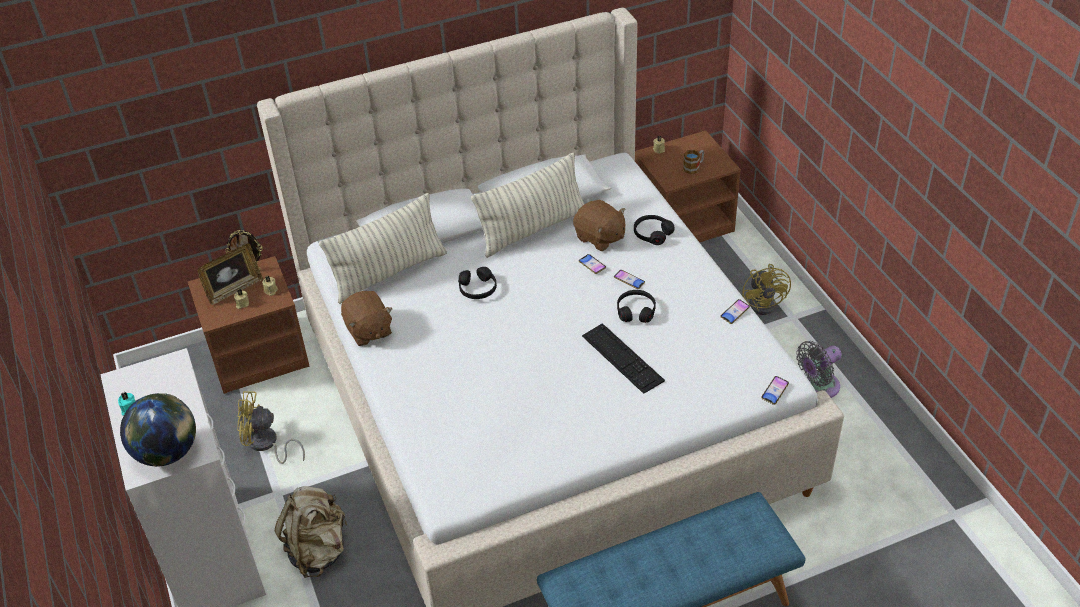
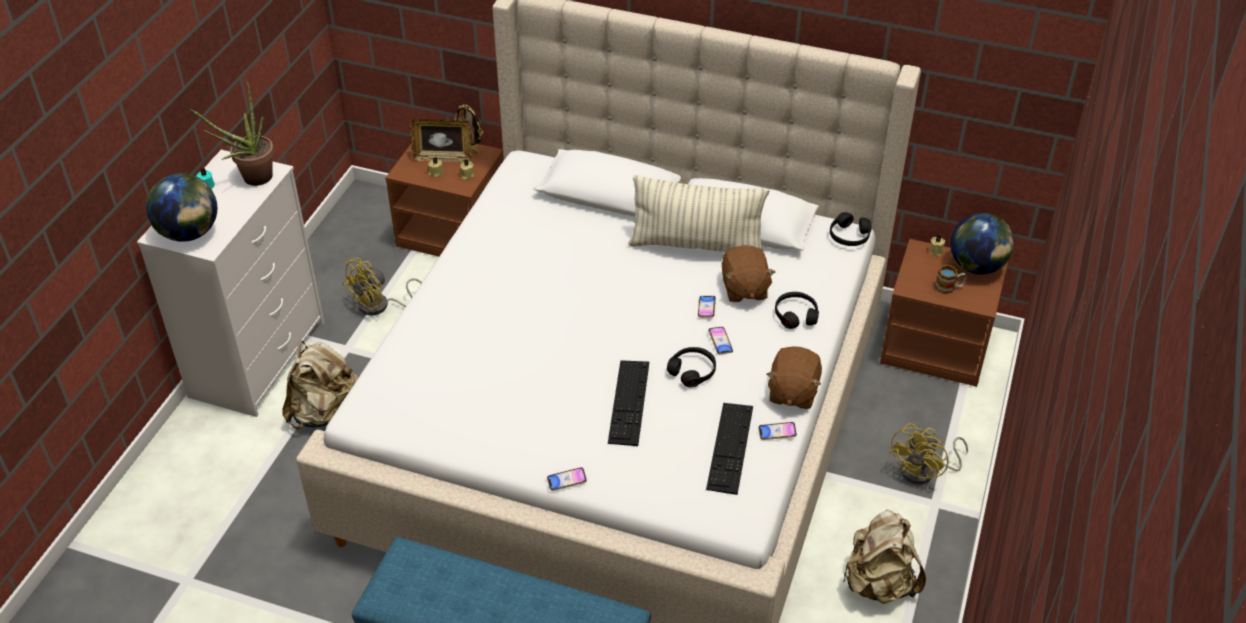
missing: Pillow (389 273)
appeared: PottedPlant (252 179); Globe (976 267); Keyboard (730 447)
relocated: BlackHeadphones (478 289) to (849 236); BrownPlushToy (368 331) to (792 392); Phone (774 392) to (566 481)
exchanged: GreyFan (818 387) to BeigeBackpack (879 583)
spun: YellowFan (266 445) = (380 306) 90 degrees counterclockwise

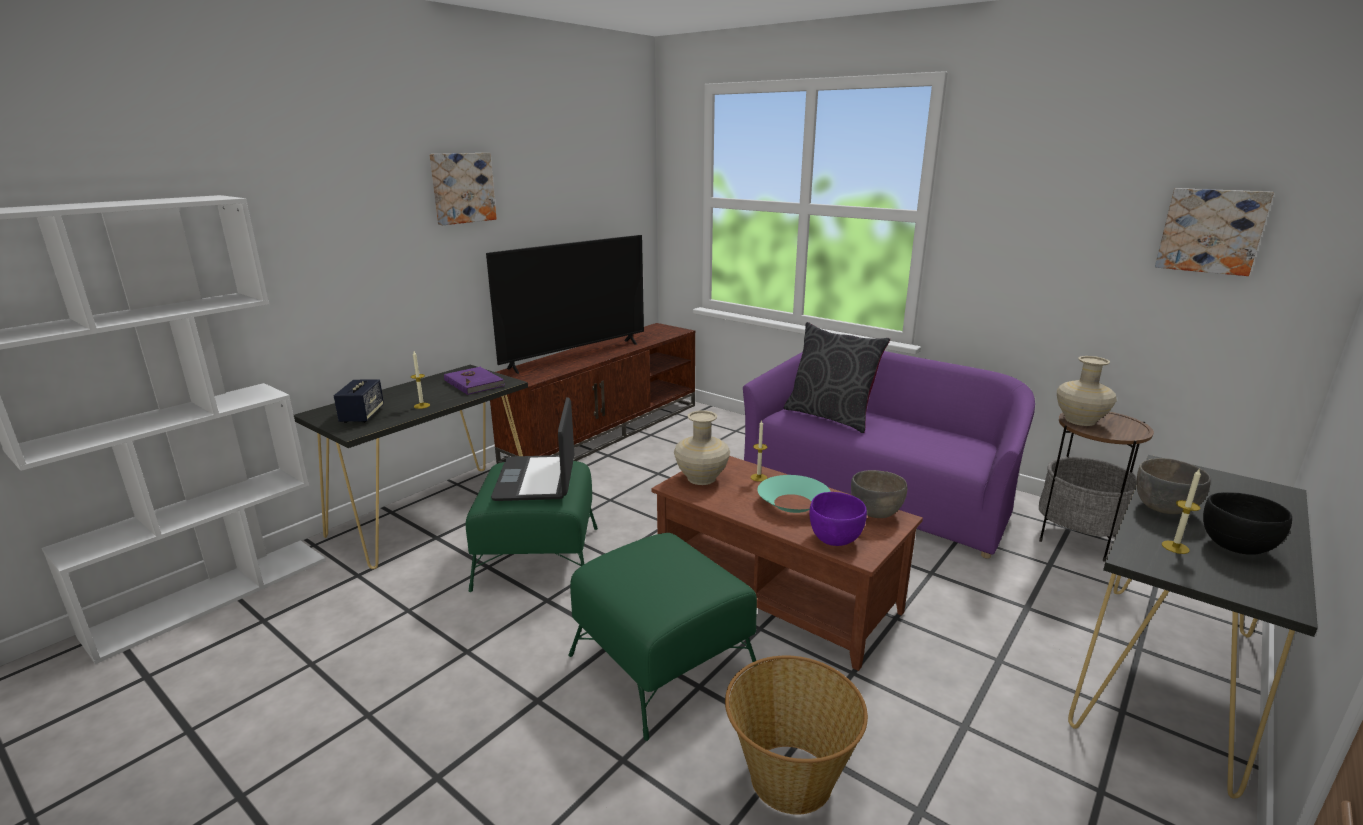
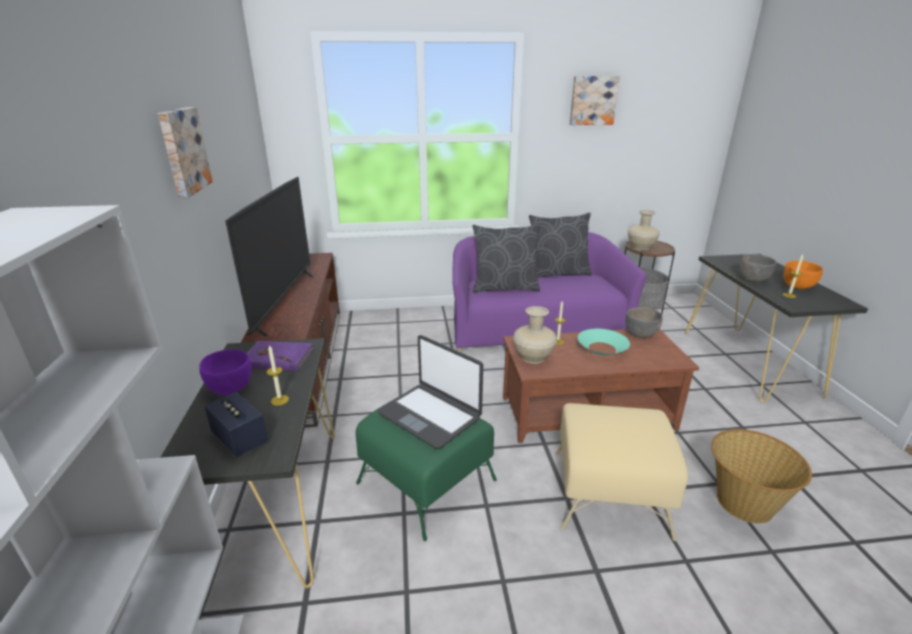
appeared: GreyPillow (557 273)
relocated: Picture (1211 231) to (593 100); PurpleBowl (835 539) to (230 388)
colour: BlackBowl (1236 547) to OrangeBowl (797 287); GreenOttoman (662 662) to BeigeOttoman (608 492)

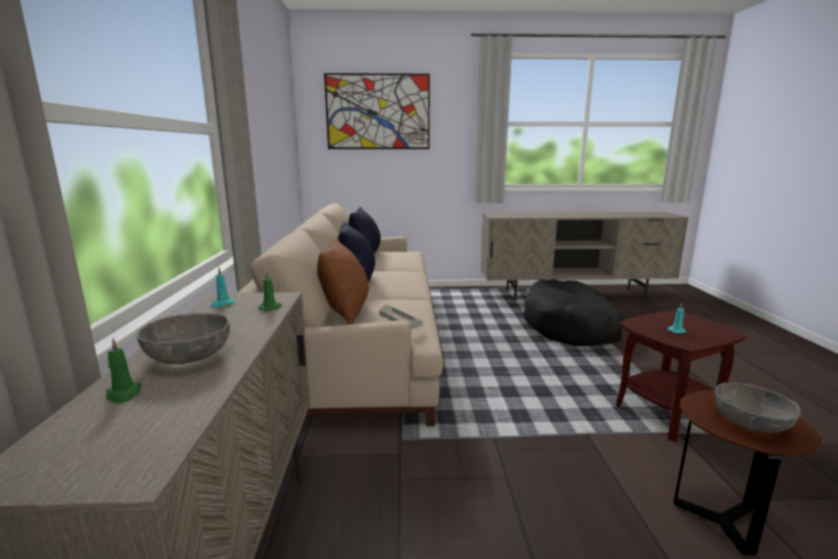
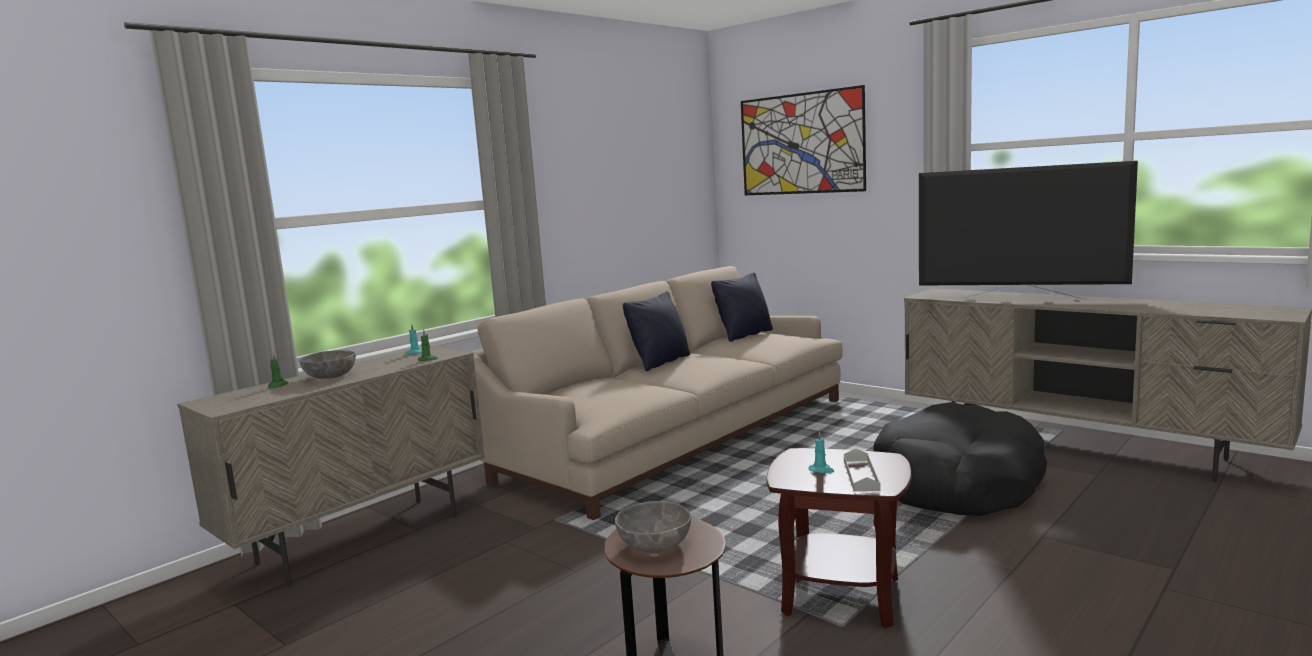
missing: BrownPillow (346 312)
appeared: Television (1020 299)
relocated: GreyTray (400 320) to (861 475)

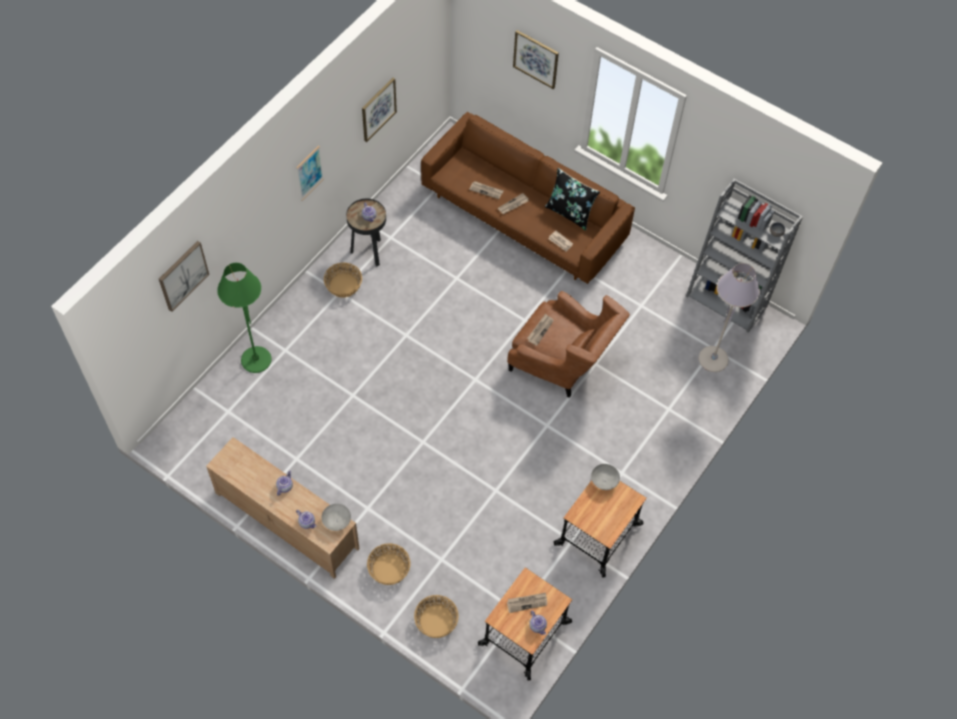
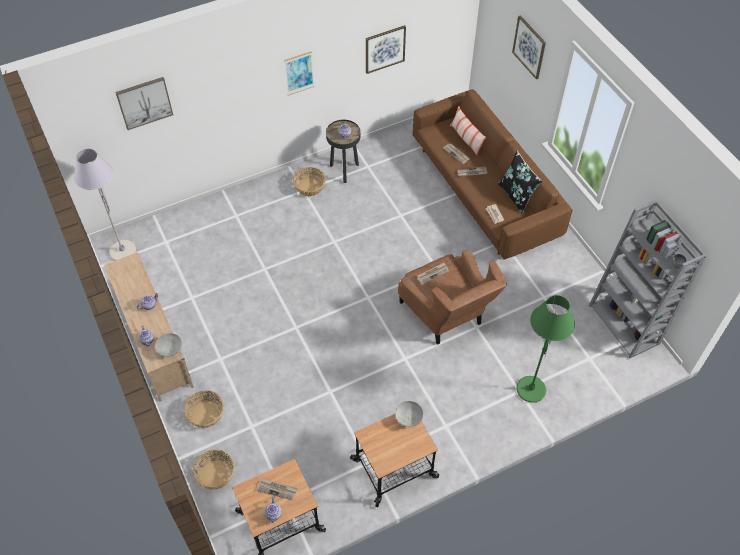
appeared: Pillow (466 139)
relocated: GreenFloorLamp (256 360) to (530 389); GreyFloorLamp (713 359) to (122 251)

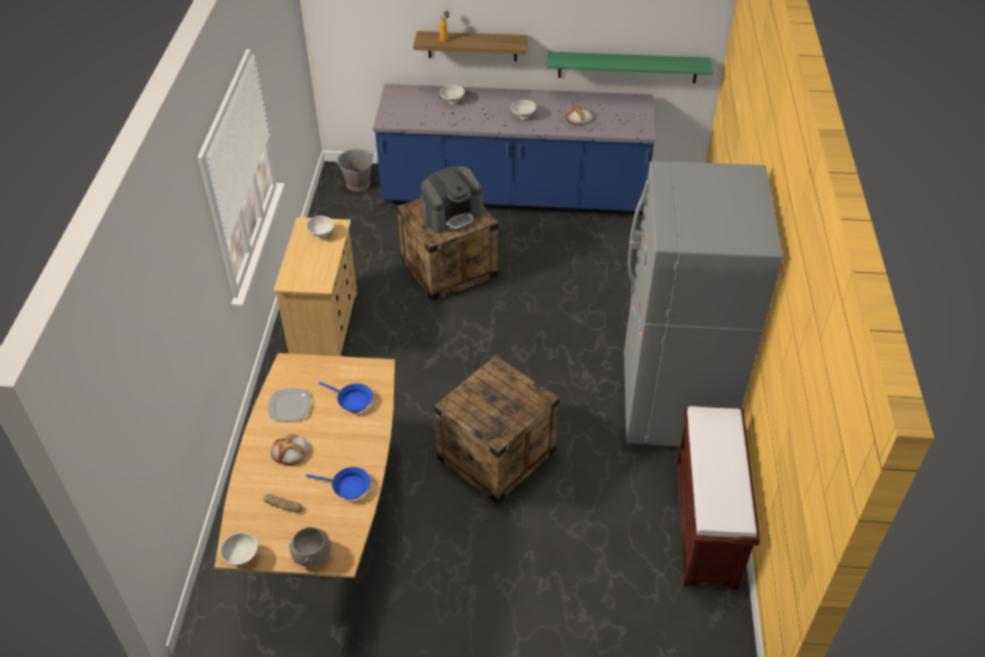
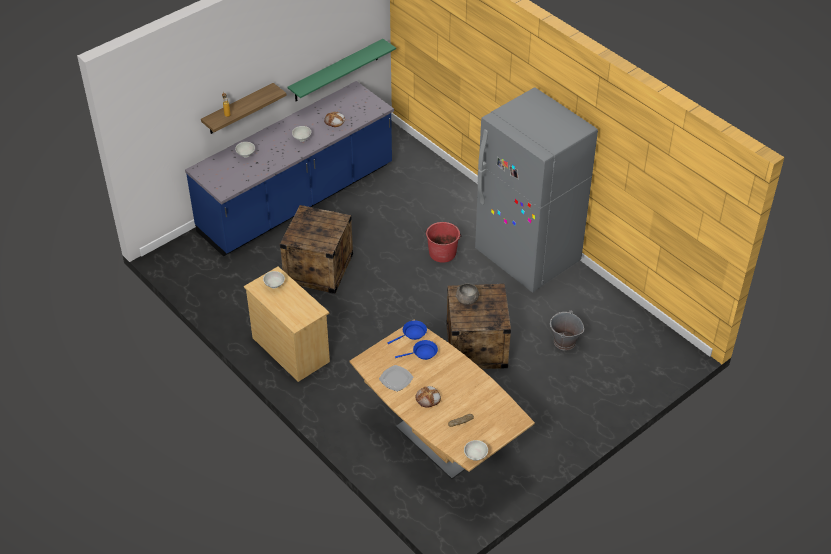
missing: CoffeeMachine (452 215); BrownBench (706 526)
appeared: RedBucket (442 253)
relocated: GreyBucket (357 184) to (564 342); BlueFryingPan (348 487) to (412 334); GreyBowl (312 554) to (467 300)

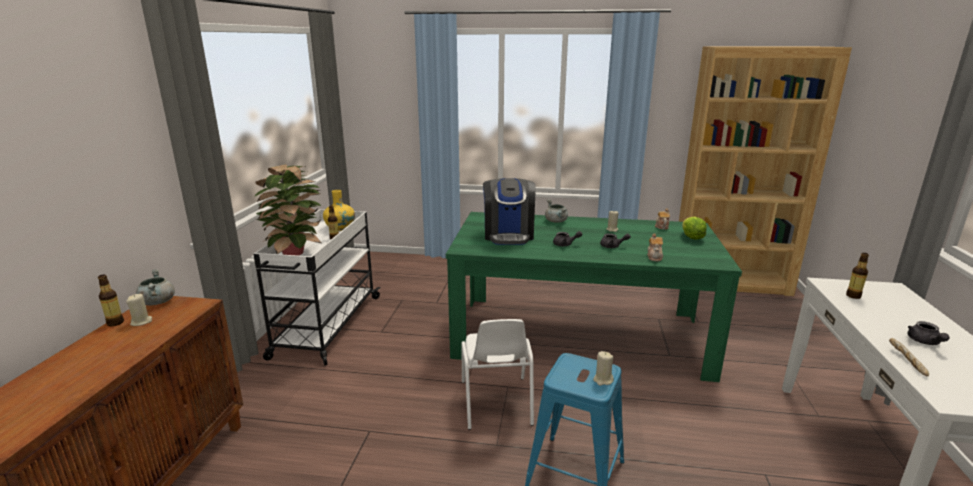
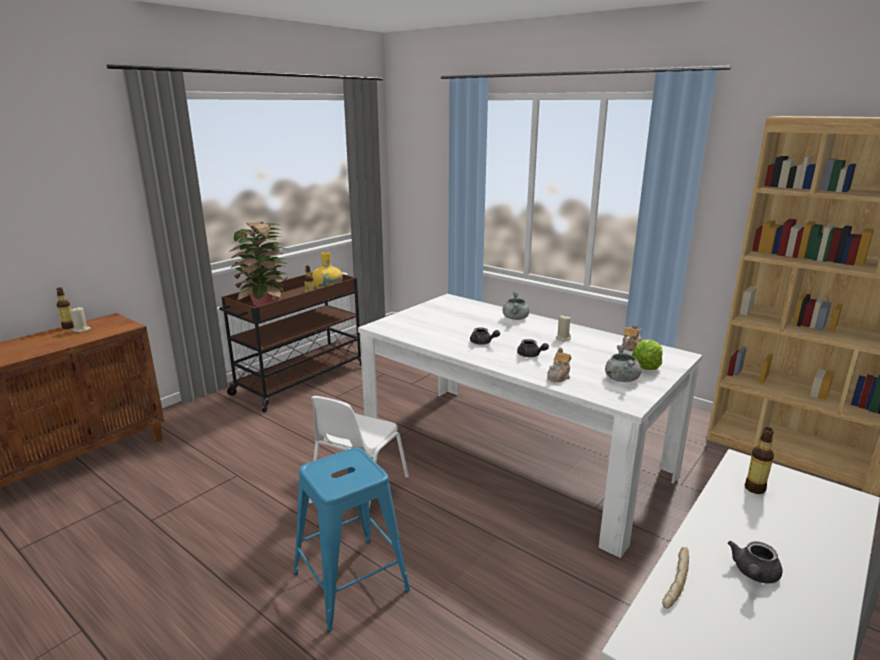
missing: CoffeeMachine (508 235); BeigeCandle (602 380)
relocated: GreyCookingPot (157 302) to (621 379)
colour: WhiteCart (327 326) to BrownCart (300 380); GreenDiningTable (579 335) to WhiteDiningTable (514 455)

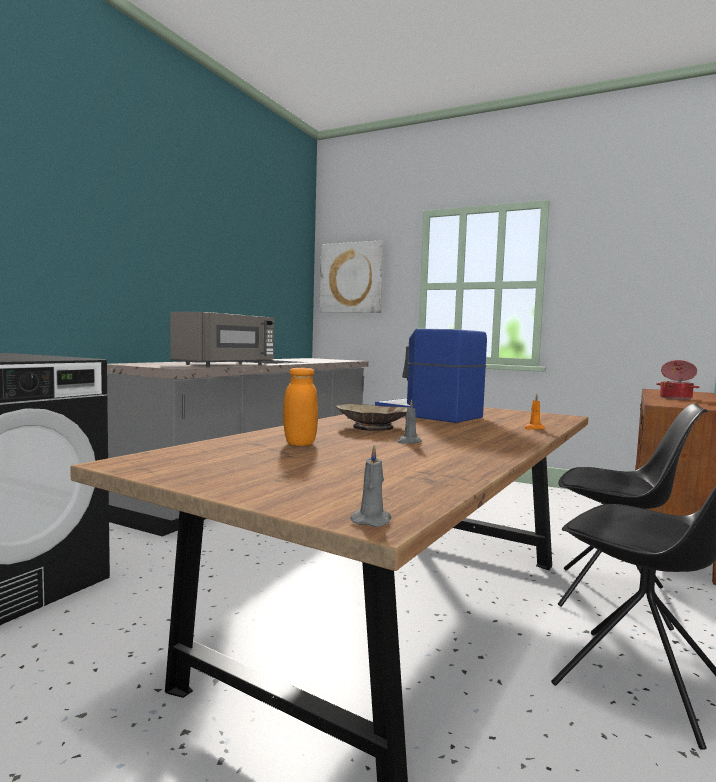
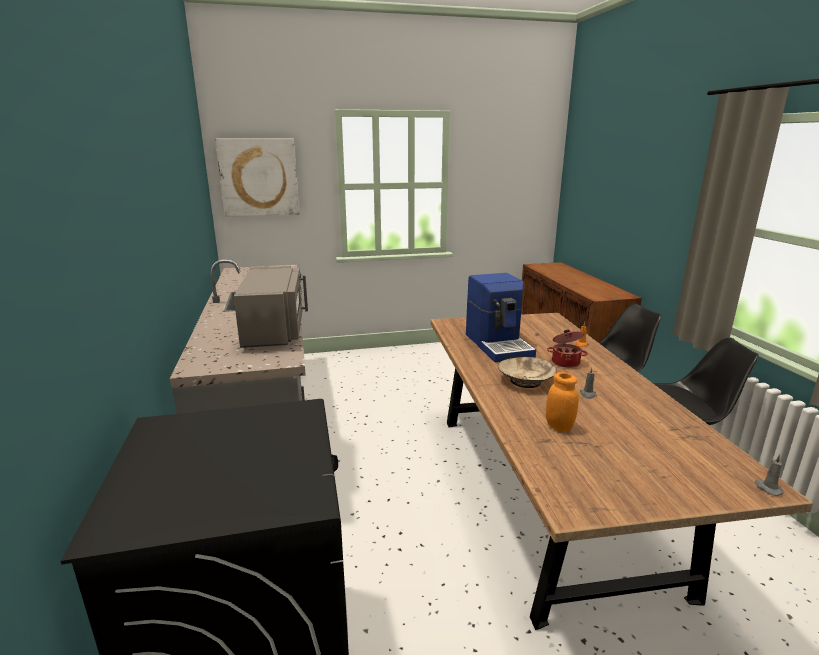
relocated: CookingPot (676 398) to (565 362)
spun: CoffeeMachine (428 415) = (499 345) 105 degrees counterclockwise

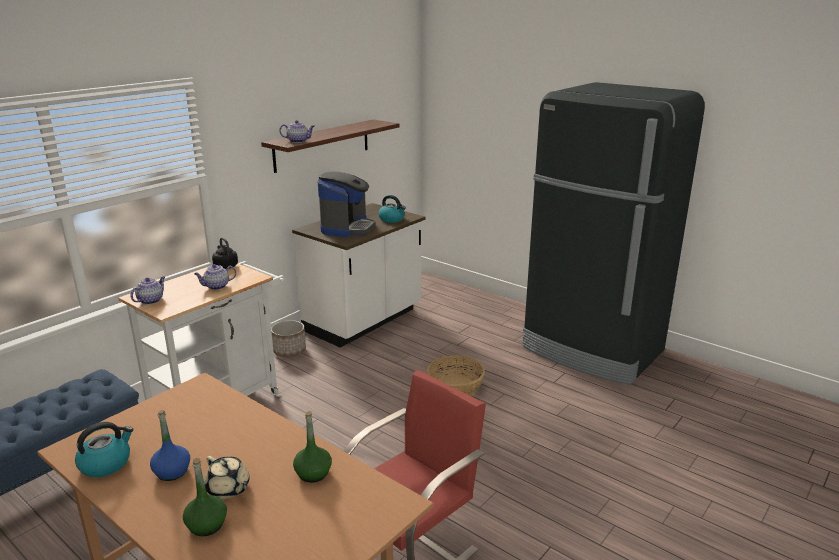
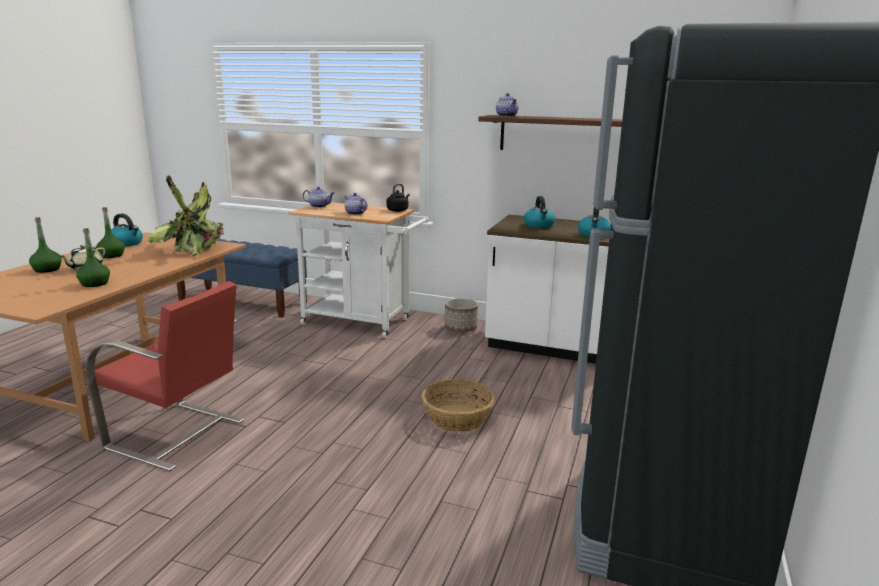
appeared: PottedPlant (192 249)
exchanged: CoffeeMachine (347 228) to Kettle (539 225)
colour: BlueBottle (172 472) to GreenBottle (112 255)

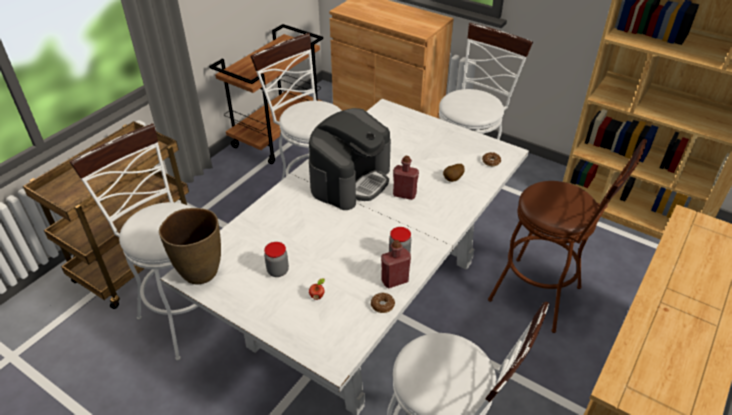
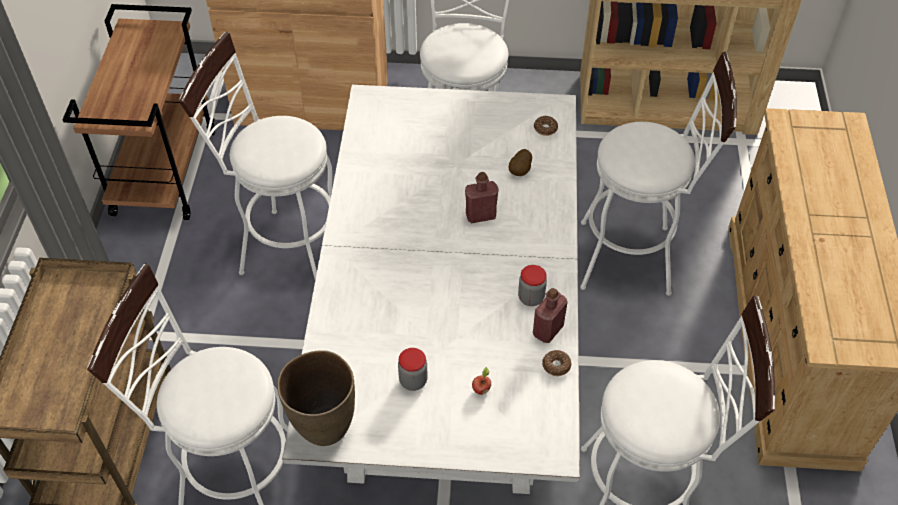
missing: CoffeeMachine (350 180)
colour: BrownStool (543 297) to WhiteStool (635 257)

